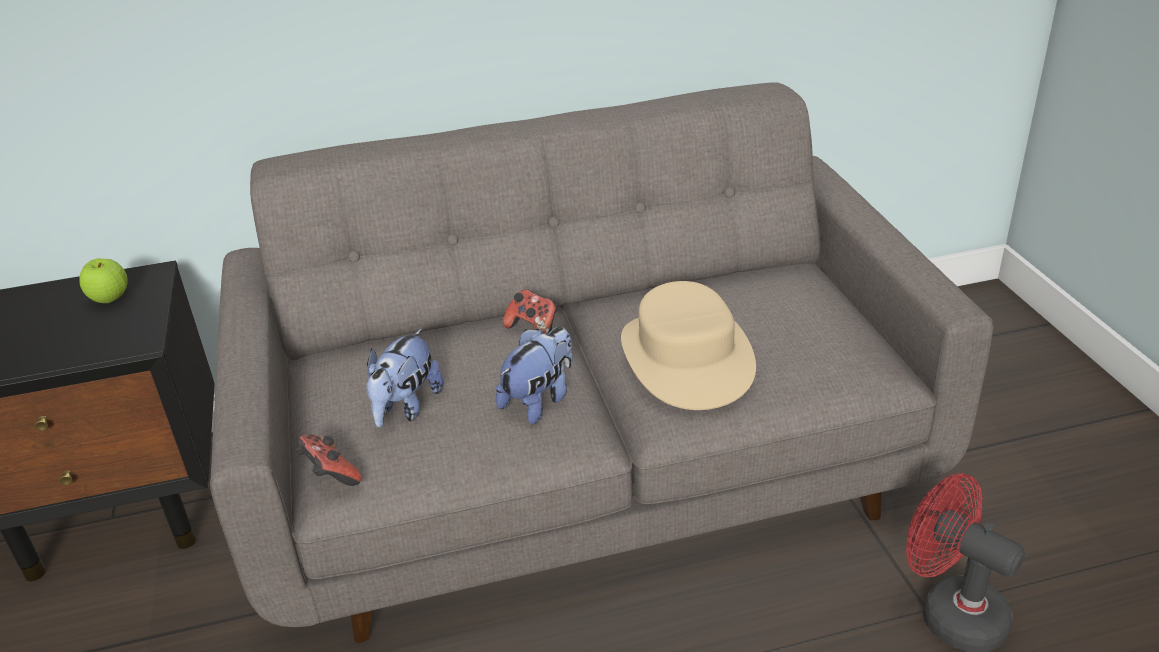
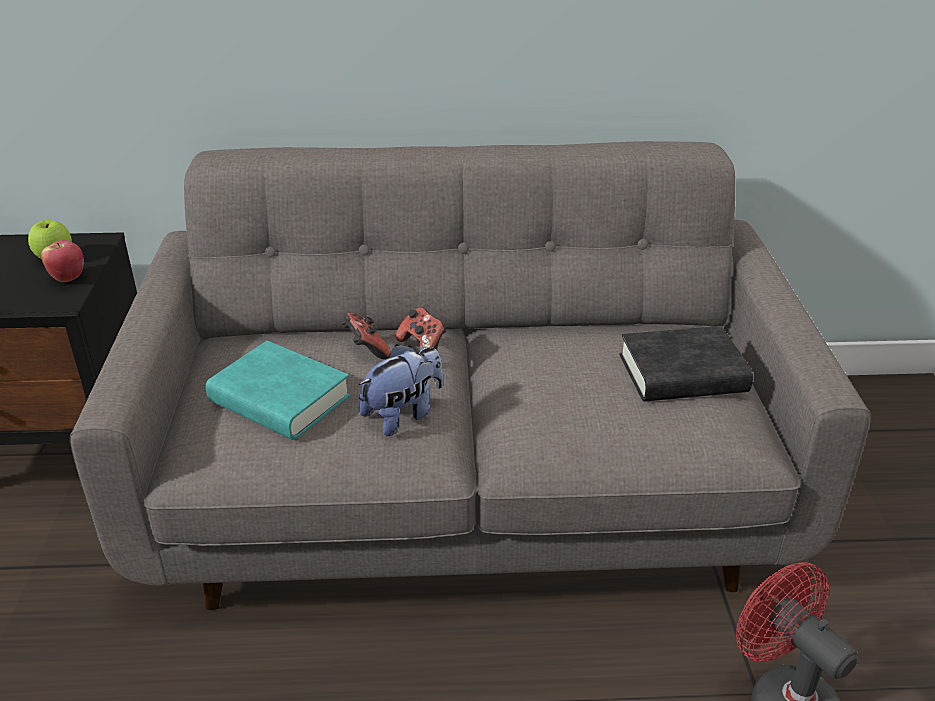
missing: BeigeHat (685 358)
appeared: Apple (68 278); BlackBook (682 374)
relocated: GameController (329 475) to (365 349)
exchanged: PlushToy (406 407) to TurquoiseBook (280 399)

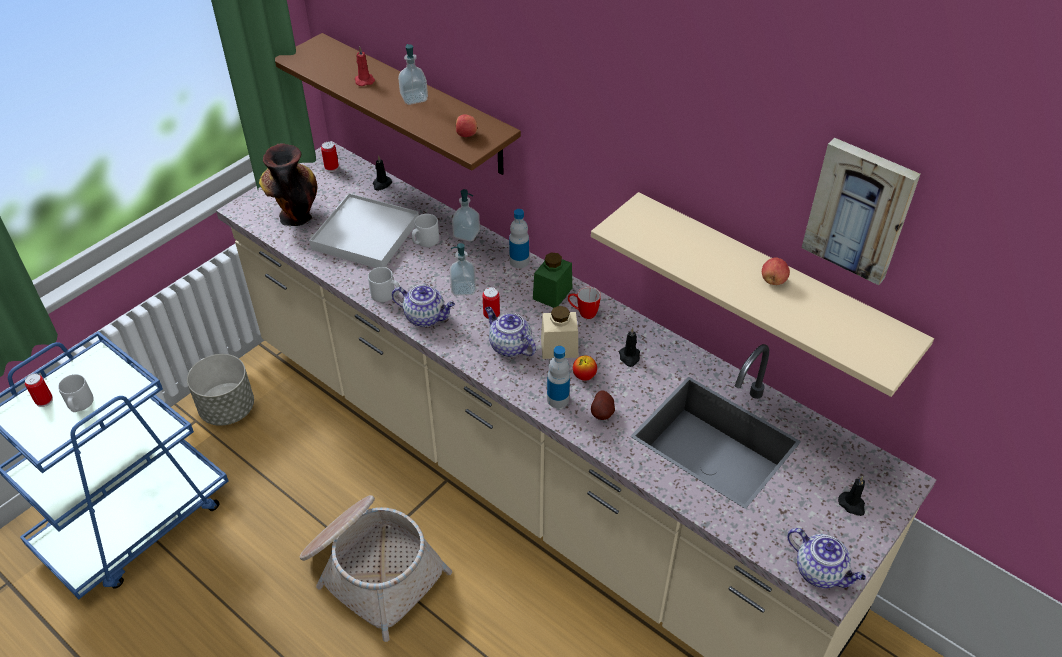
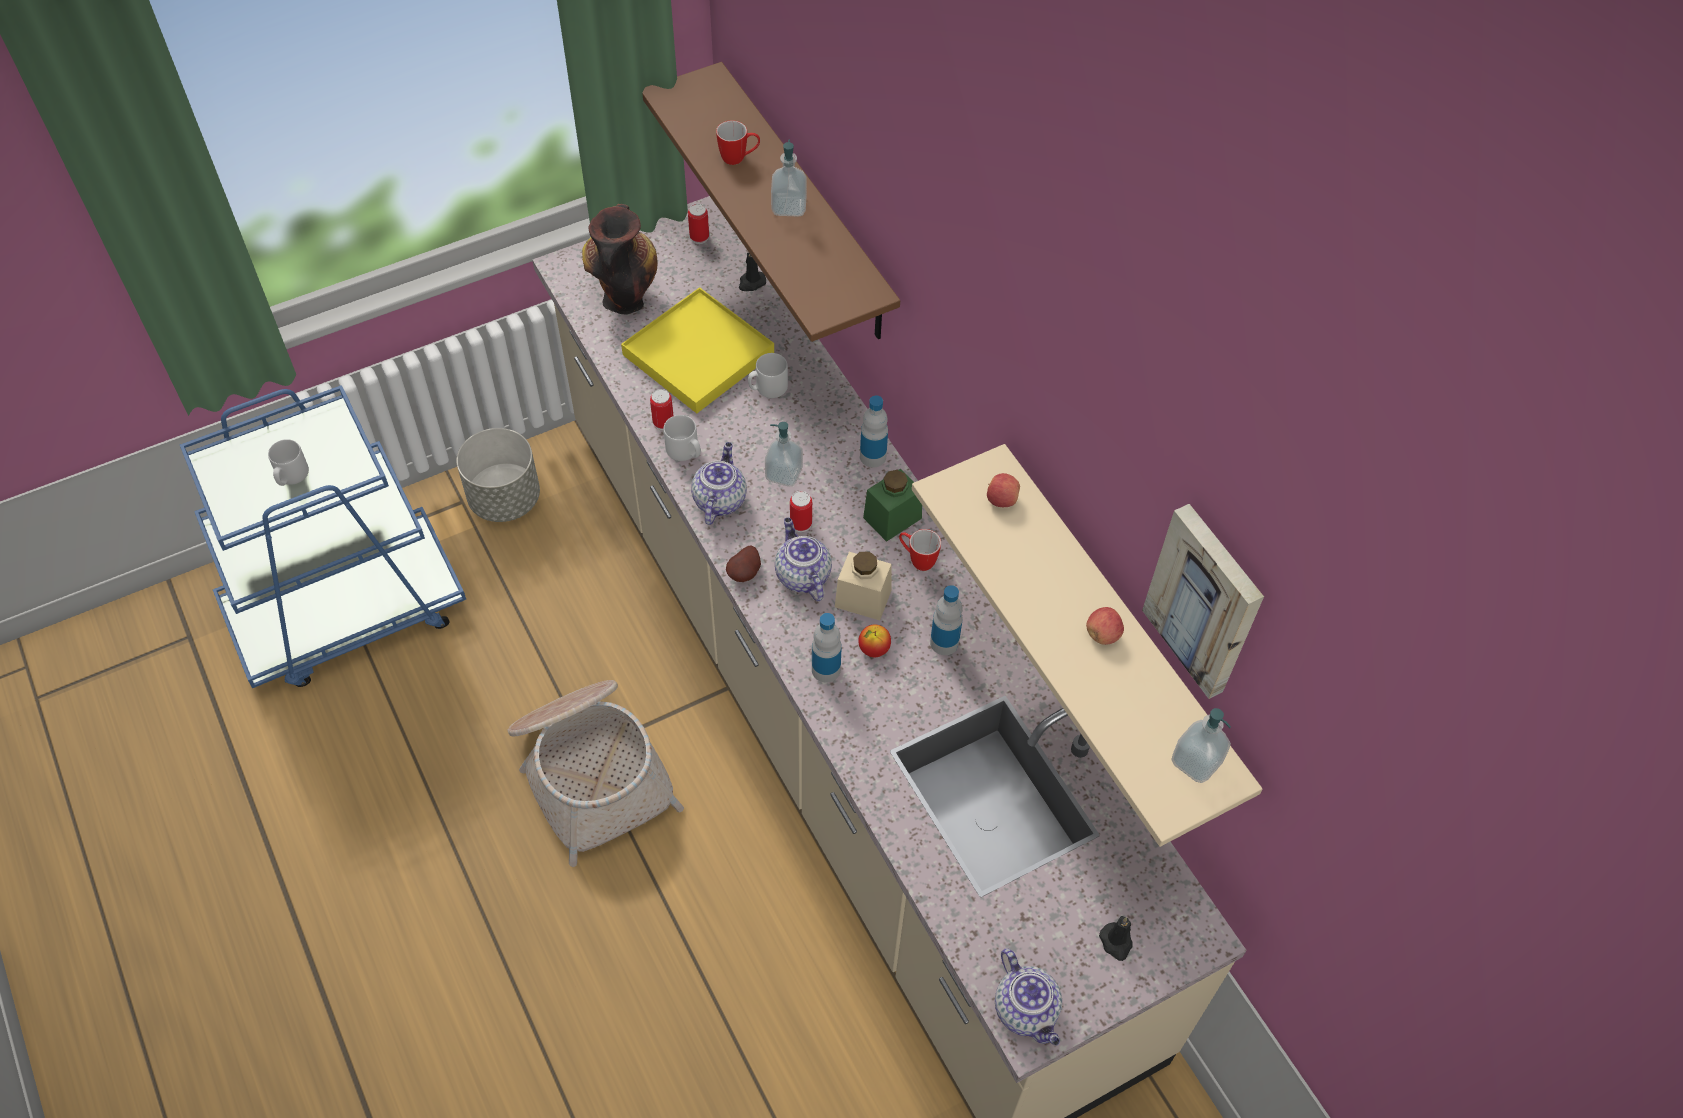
relocated: Apple (466 135) to (1001 500); SoapDispenser (466 234) to (1196 762); Can (44 400) to (663 422); Potato (603 413) to (746 573)
exchanged: RedCandle (364 80) to Mug (739 158); BlackCandle (629 357) to Bottle (944 642)
colour: WhiteTray (365 234) to YellowTray (698 354)
spun: Teapot (426 317) = (719 499) 120 degrees counterclockwise

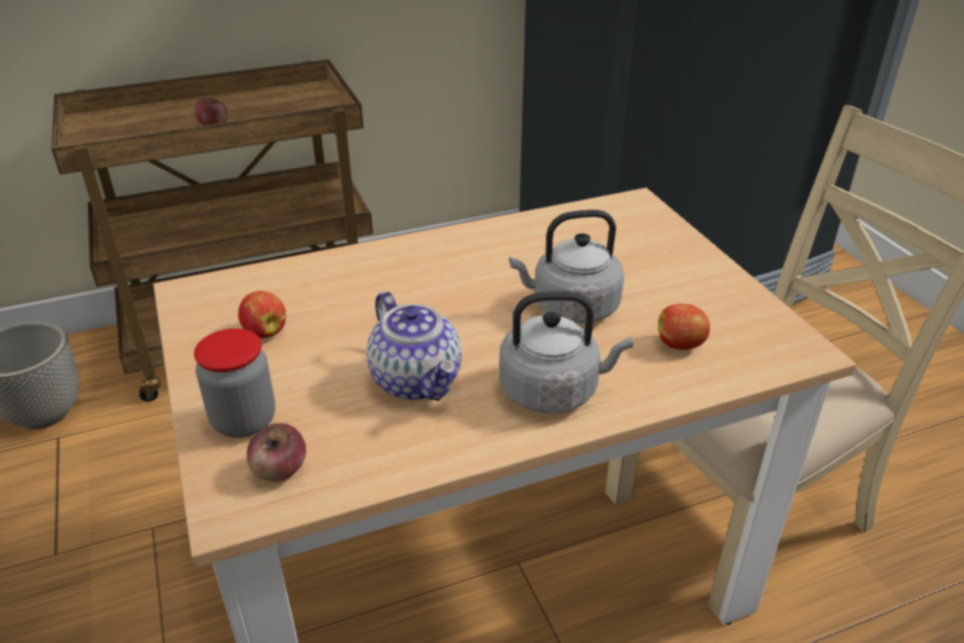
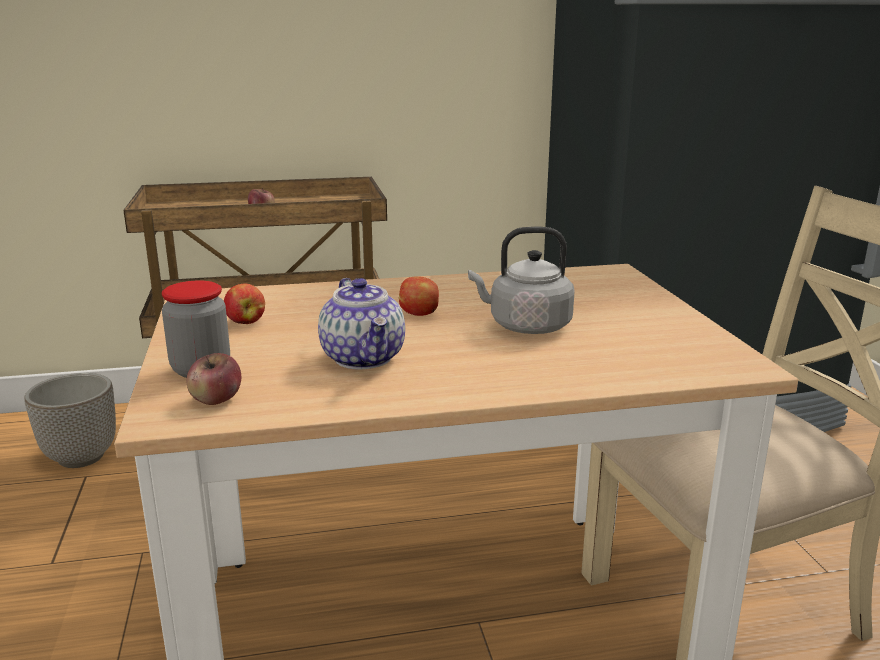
missing: GreyKettle (554 391)
relocated: Apple (680 344) to (420 314)

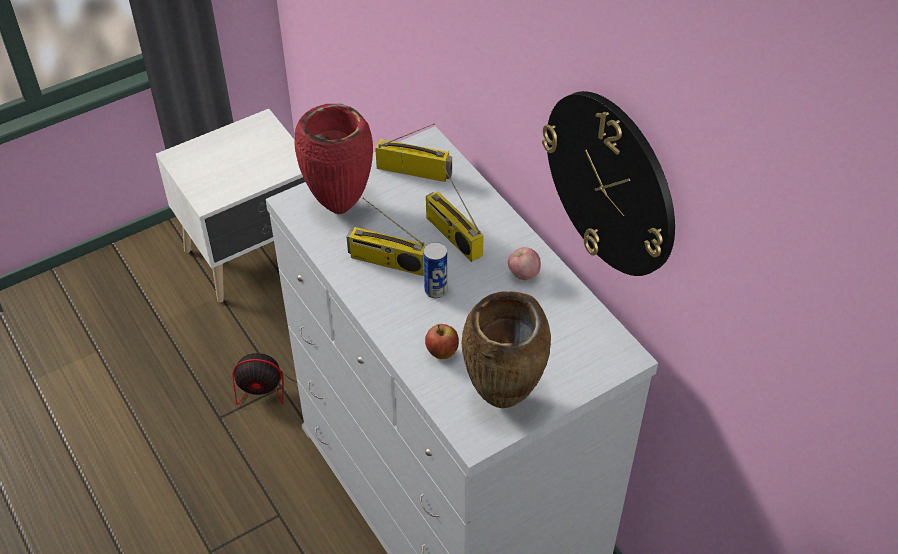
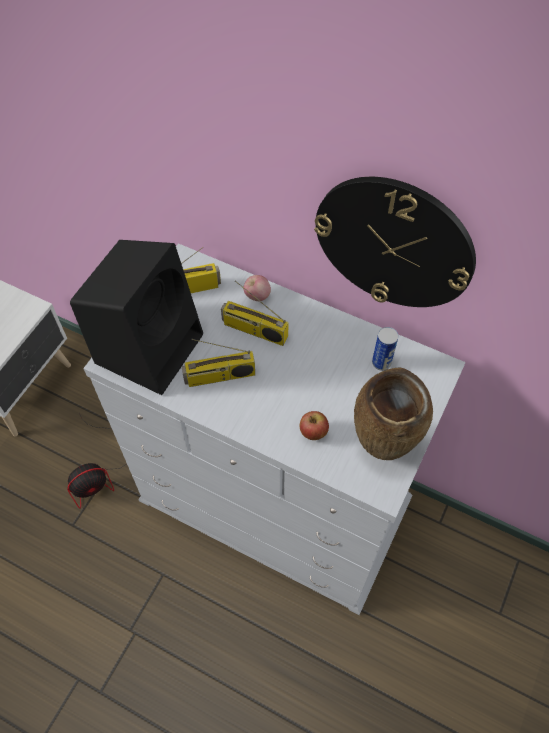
relocated: Can (435 290) to (381 363); Apple (523 274) to (257 296)
exchanged: RedVase (340 206) to BlackSpeaker (150 346)

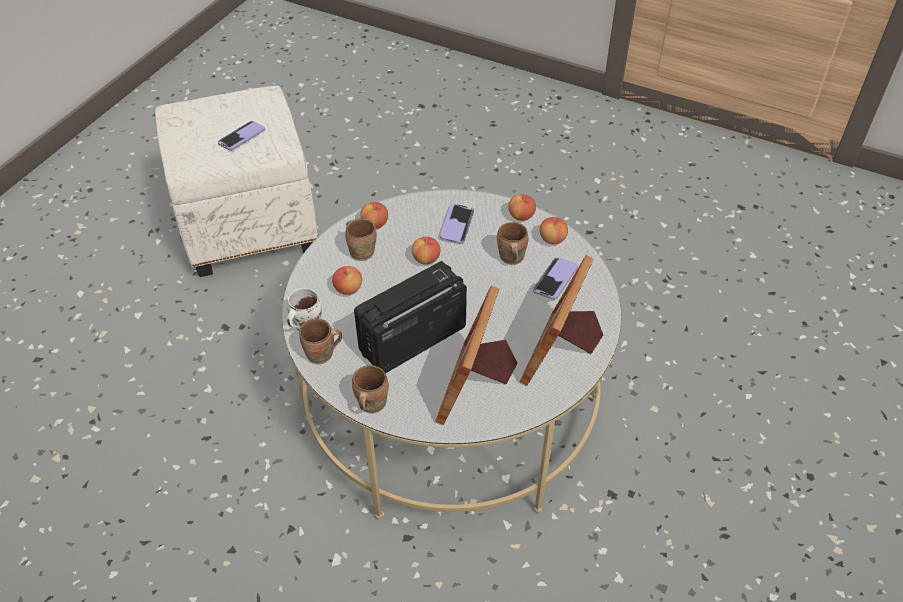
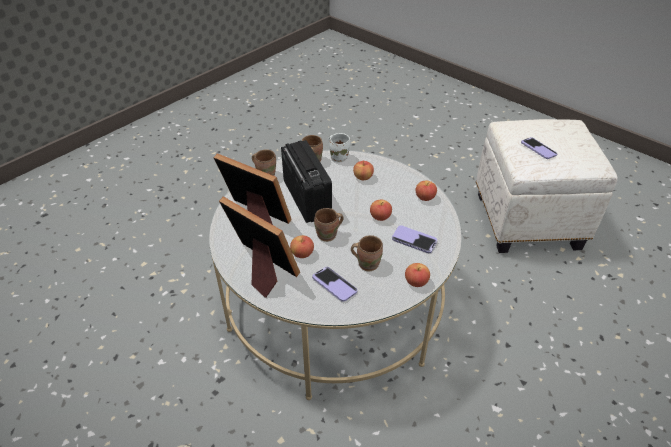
relocated: Apple (552 239) to (302 254); BrownMug (362 251) to (328 235)

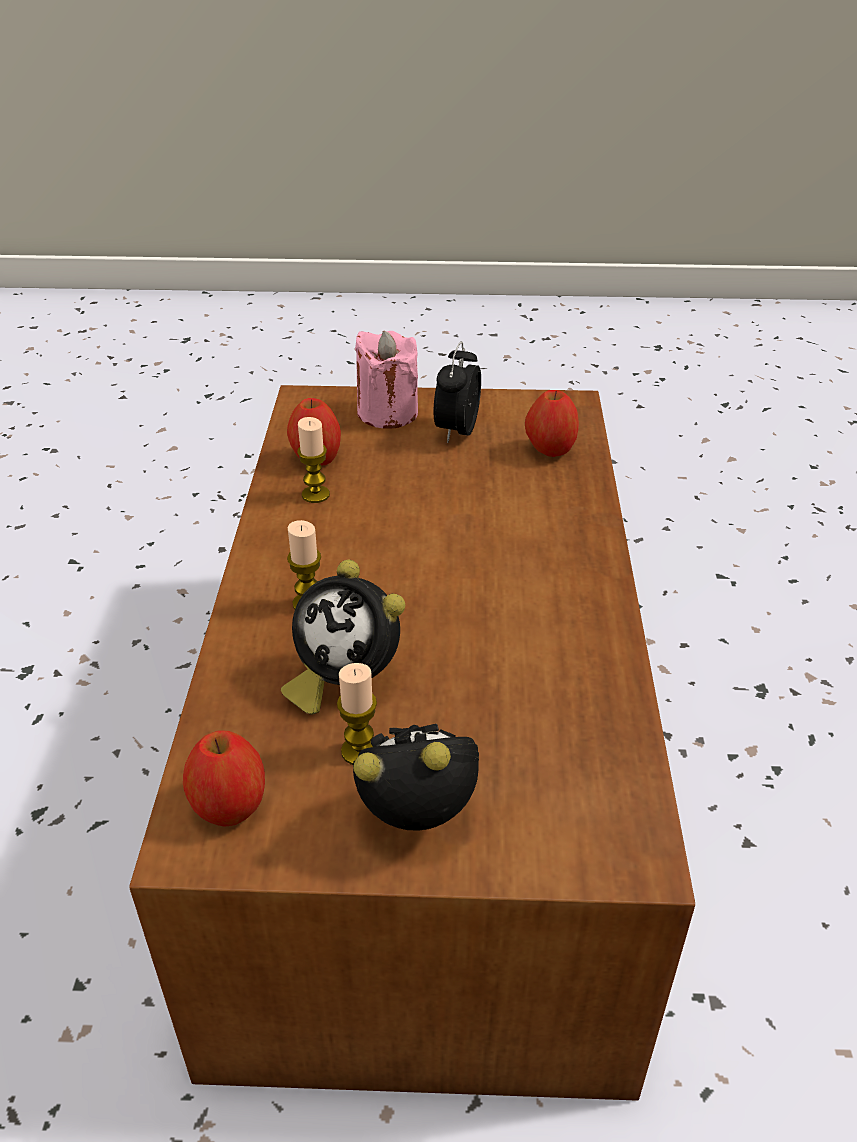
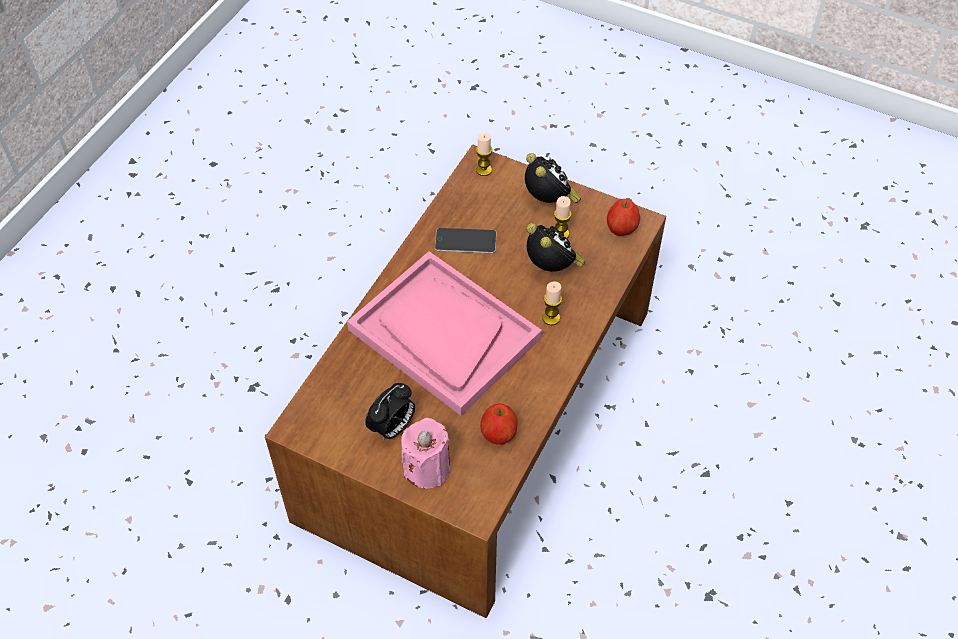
missing: Apple (550 450)
appeared: Phone (465 241); PinkTray (443 334)
relocated: Candle (315 495) to (484 170)
spun: AlarmClock (421 817) = (549 201) 135 degrees counterclockwise

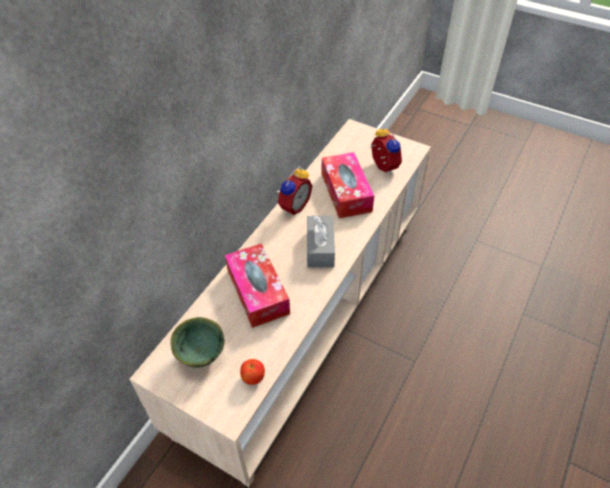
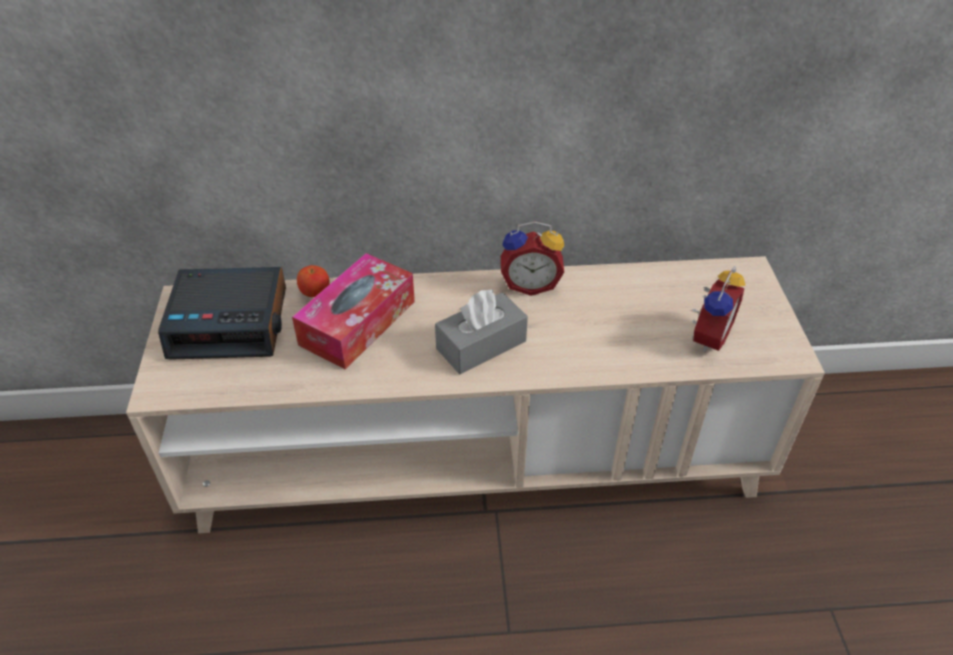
missing: TissueBox (346 192)
relocated: Apple (253 377) to (315 293)
exchanged: GreenBowl (201 354) to AlarmClock (230 322)

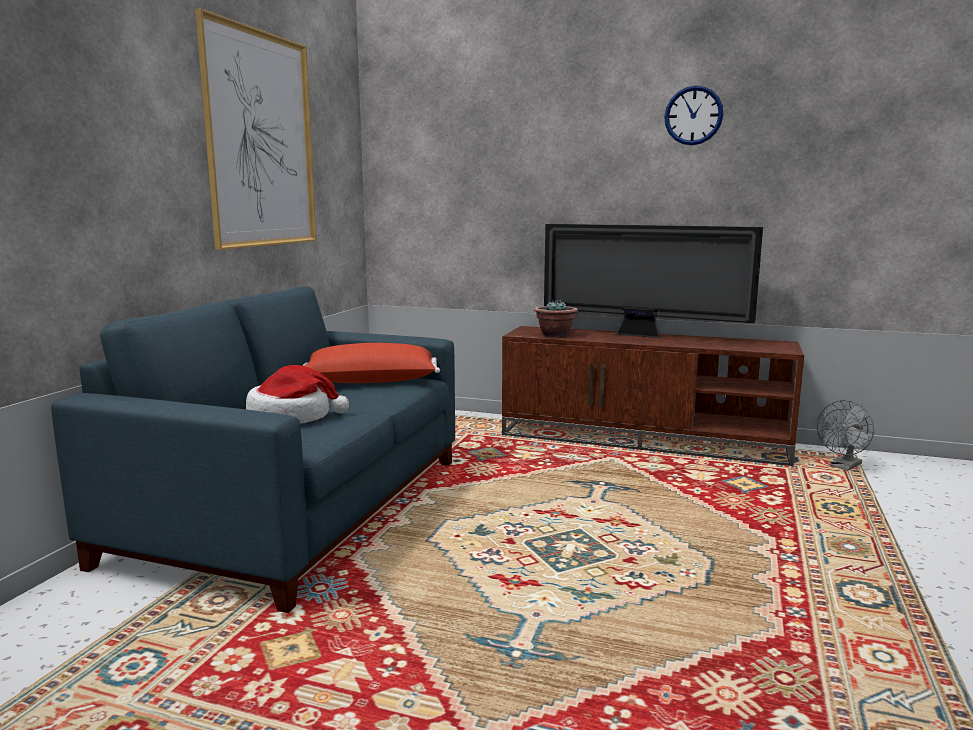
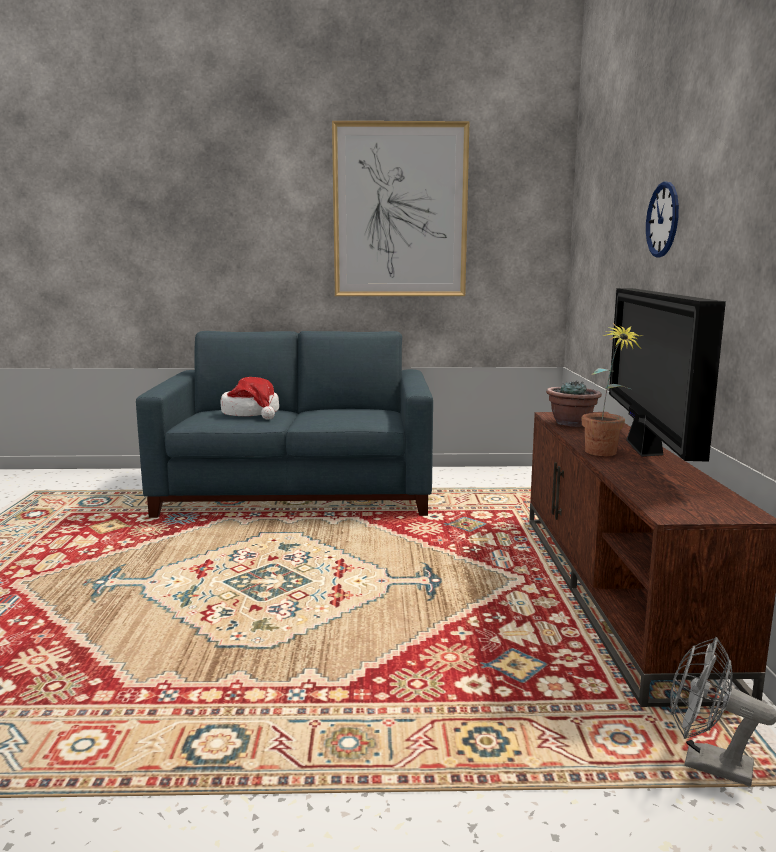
missing: RedPillow (370 383)
appeared: PottedPlant (604 454)
relocated: WallClock (693 115) to (663 220)

